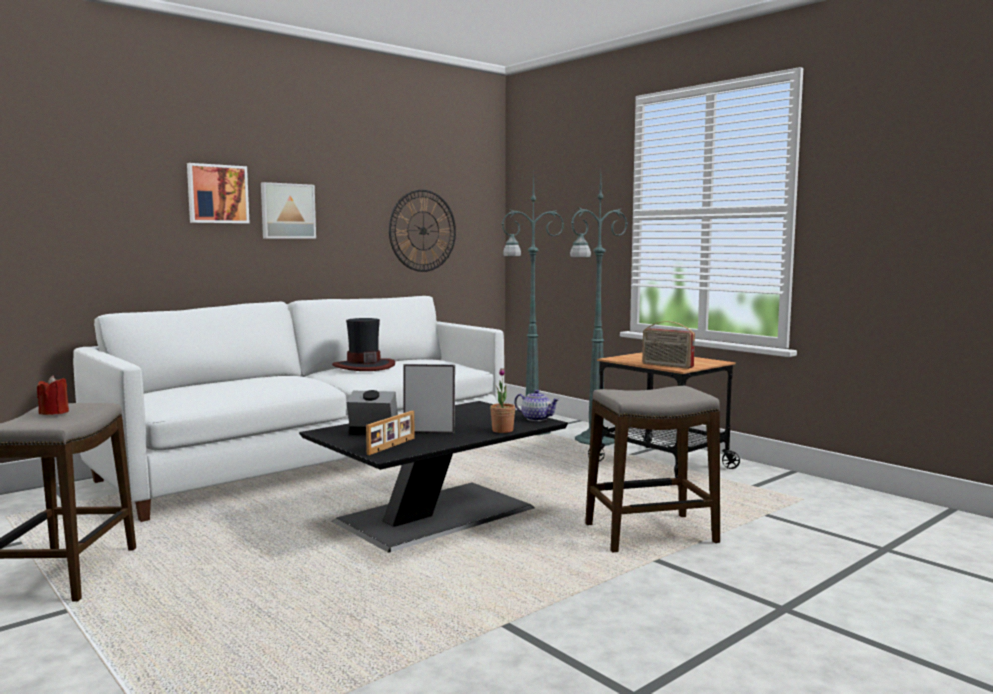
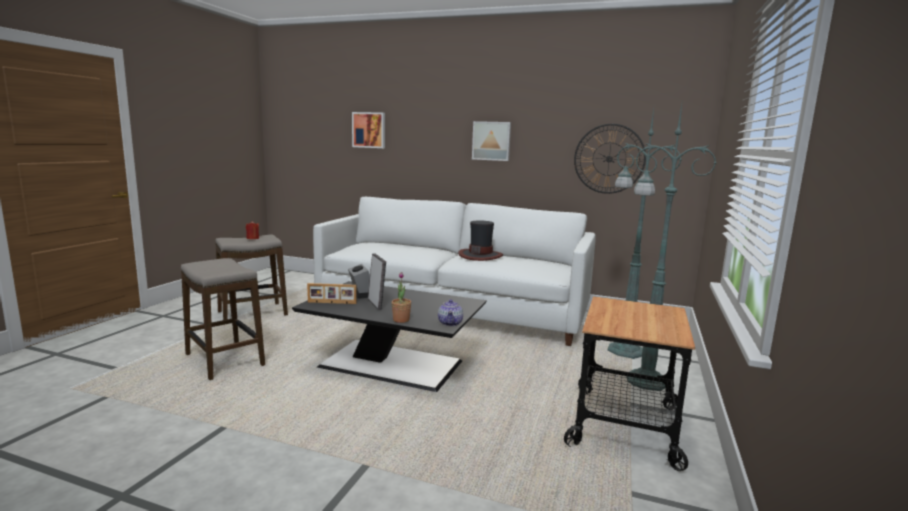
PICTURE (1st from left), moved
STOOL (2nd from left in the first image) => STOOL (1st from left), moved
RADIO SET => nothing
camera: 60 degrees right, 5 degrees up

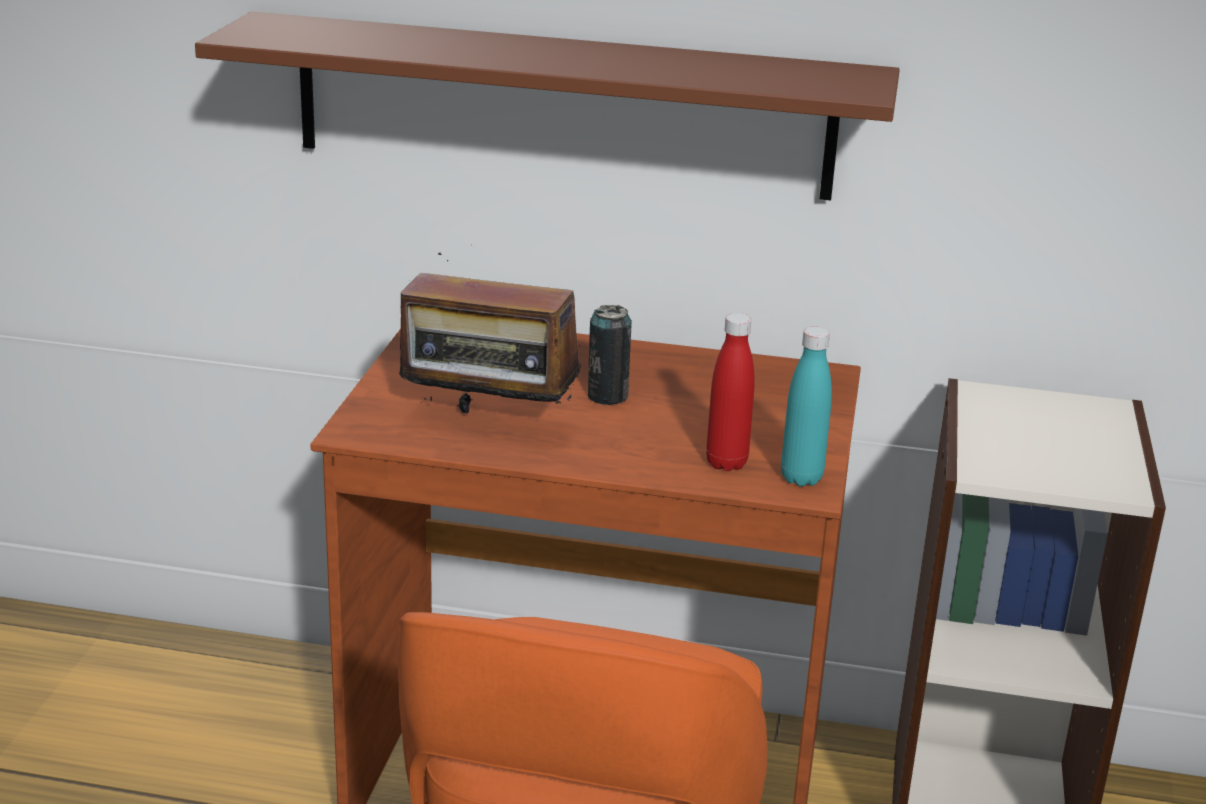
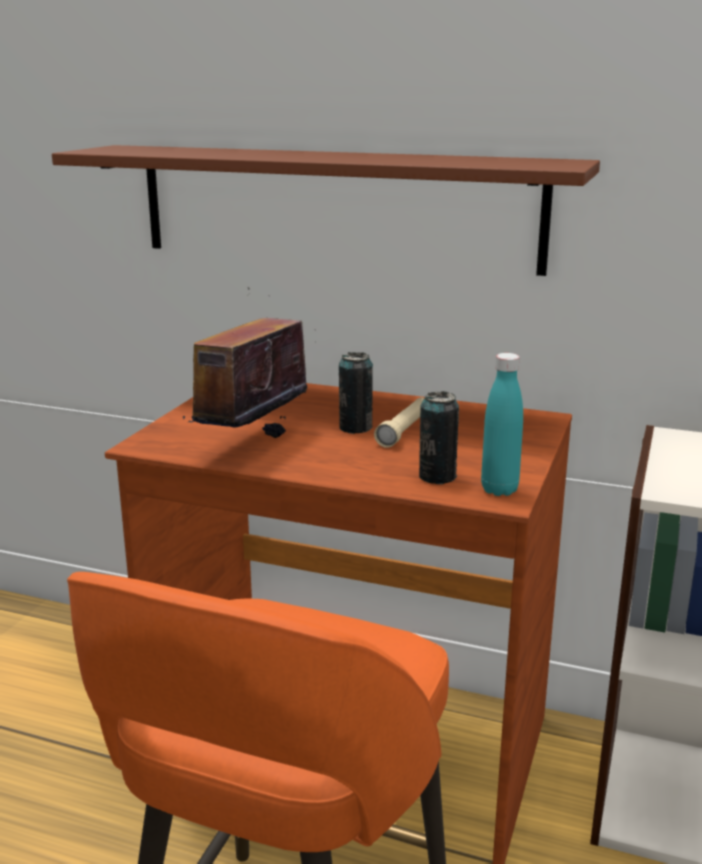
RADIO SET, 90 degrees clockwise
REDDISH DRINK BOTTLE => SEALED CAN (2nd from left)
nothing => SAND-COLOURED HAND TORCH
camera: 10 degrees right, 5 degrees down

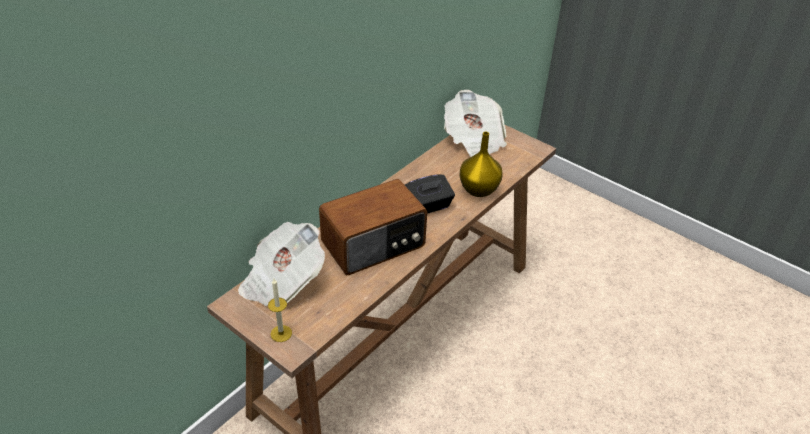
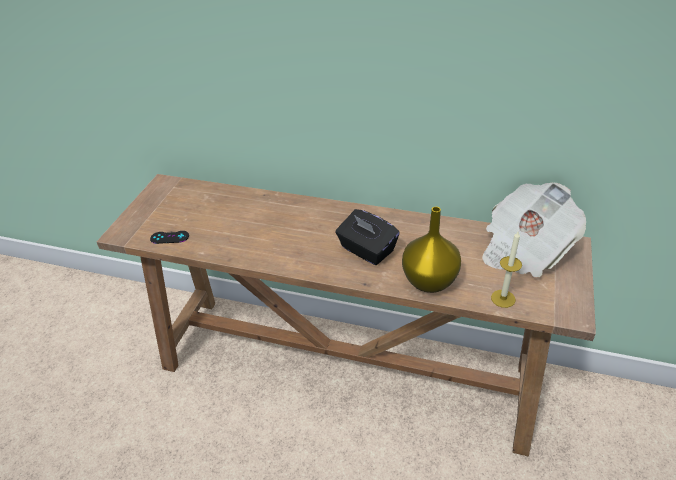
NEWSPAPER (1st from left) => nothing
WAX LIGHT, moved
RADIO SET => nothing
nothing => BLACKISH GAME CONTROLLER
camera: 70 degrees right, 0 degrees up

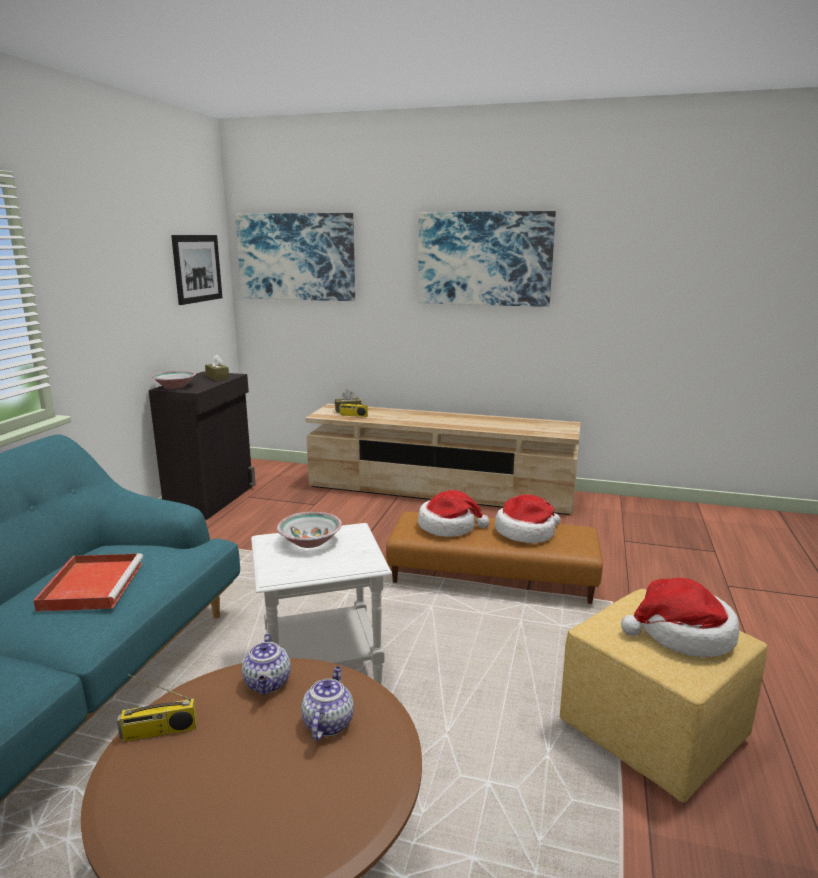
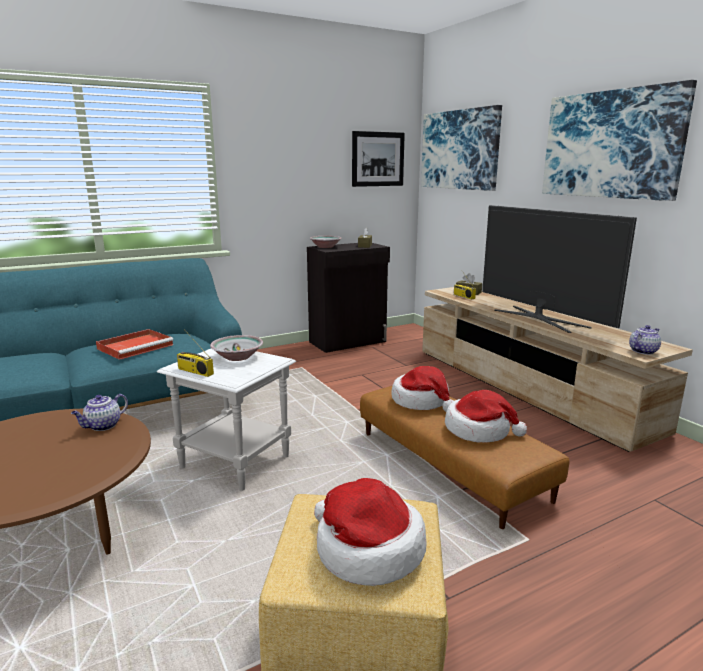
RADIO SET (1st from left), moved
TEA POT (2nd from left), moved
nothing => TV SET
camera: 45 degrees right, 0 degrees up

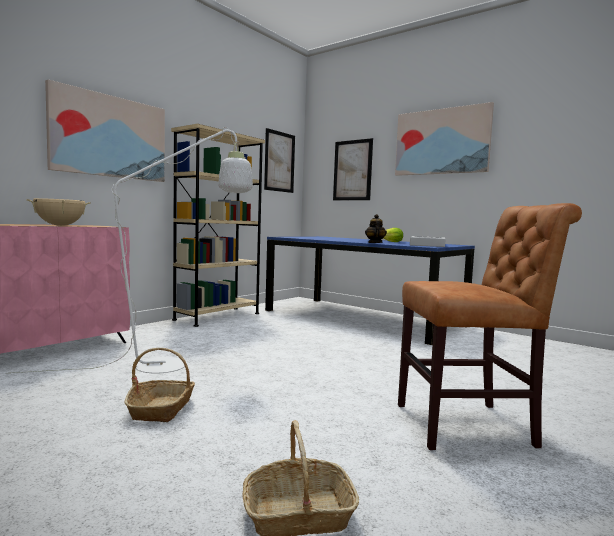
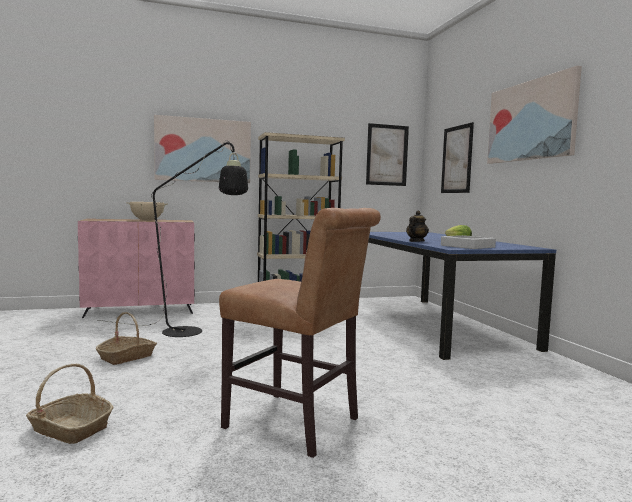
WHITISH FLOOR LAMP => BLACKISH FLOOR LAMP
camera: 35 degrees right, 0 degrees up

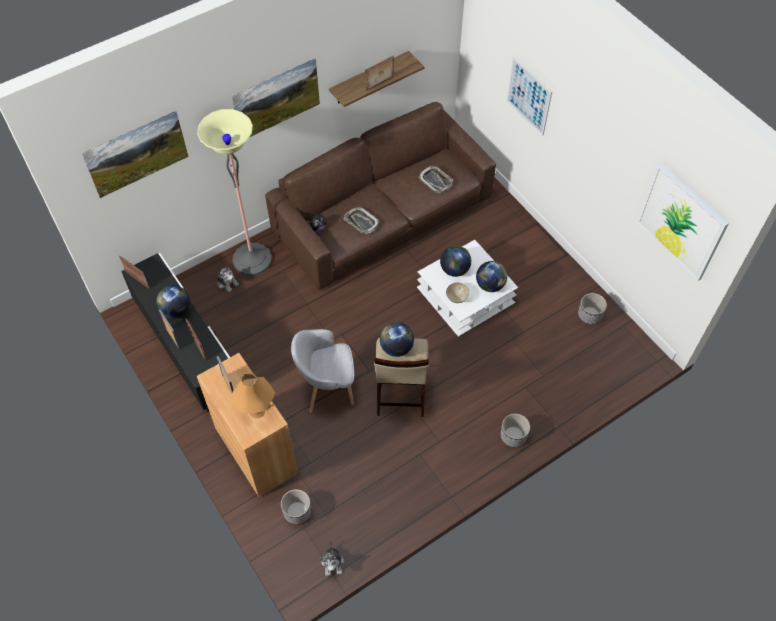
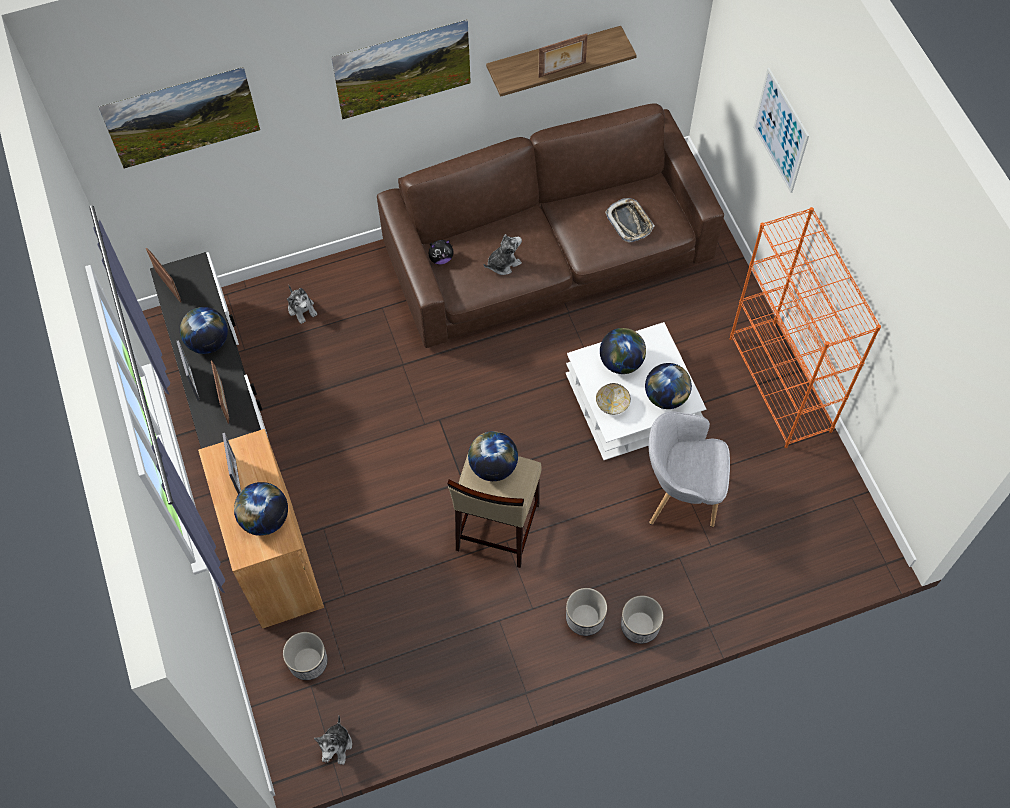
FLOOR LAMP => nothing
ORANGEY TABLE LAMP => DESK GLOBE (2nd from left)
GREYISH EASY CHAIR, moved
SERVING TRAY (1st from left) => PLUSH TOY (4th from left)
PLANTER (3rd from left in the first image) => PLANTER (2nd from left), moved
PICTURE (4th from left) => nothing
nothing => ORANGEY BOOKSHELF
camera: 15 degrees right, 5 degrees up

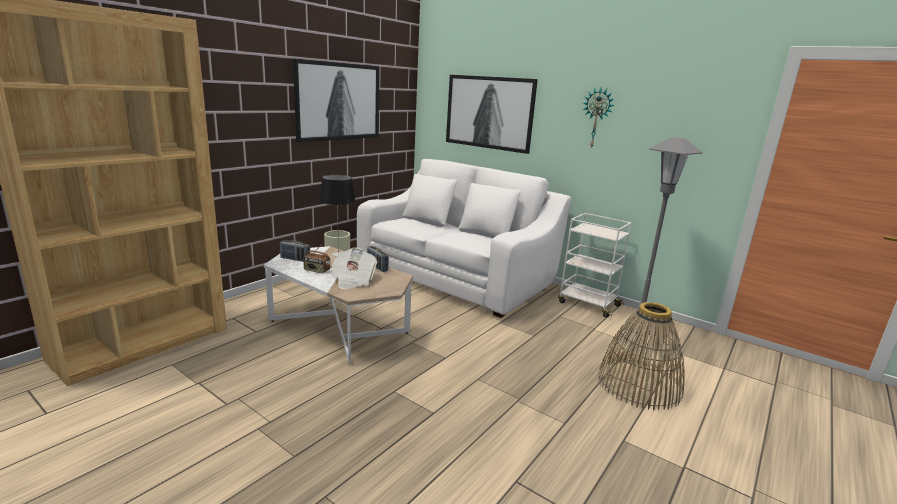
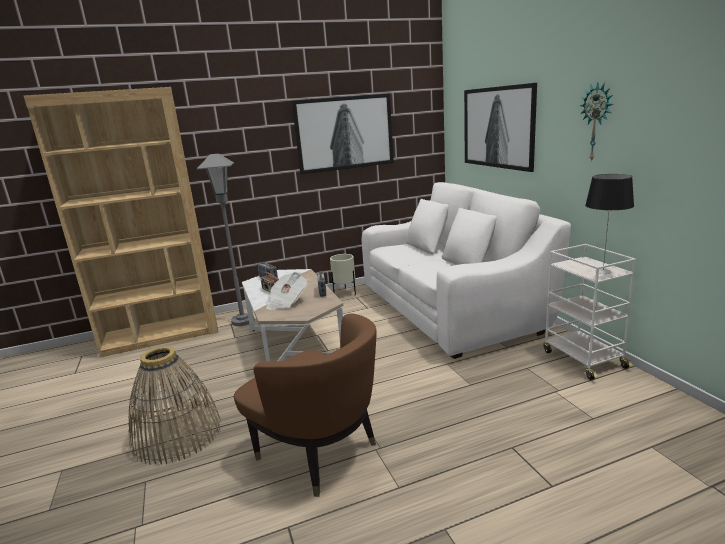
TABLE LAMP, moved
BASKET, moved
GREYISH FLOOR LAMP, moved
nothing => BROWN-COLOURED EASY CHAIR
camera: 35 degrees right, 0 degrees up

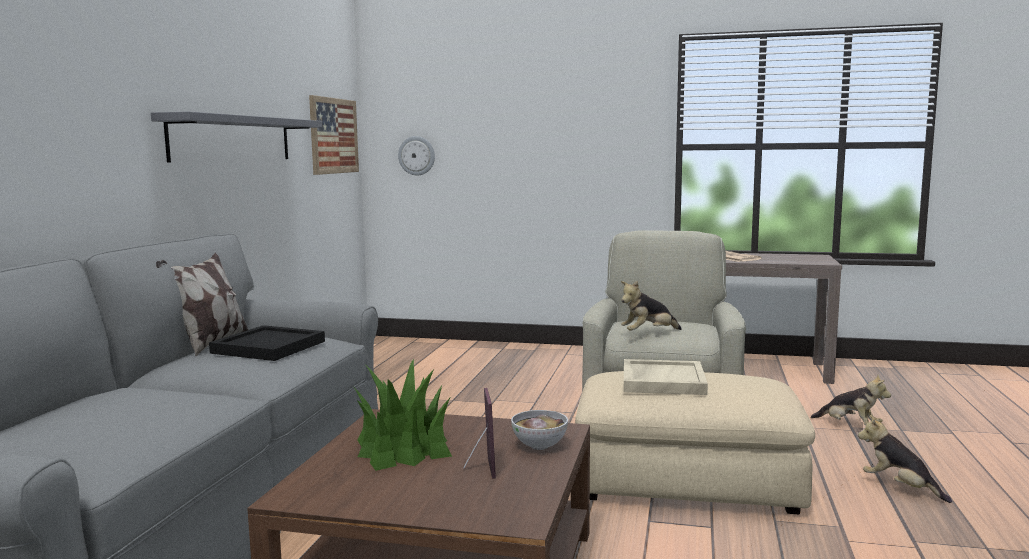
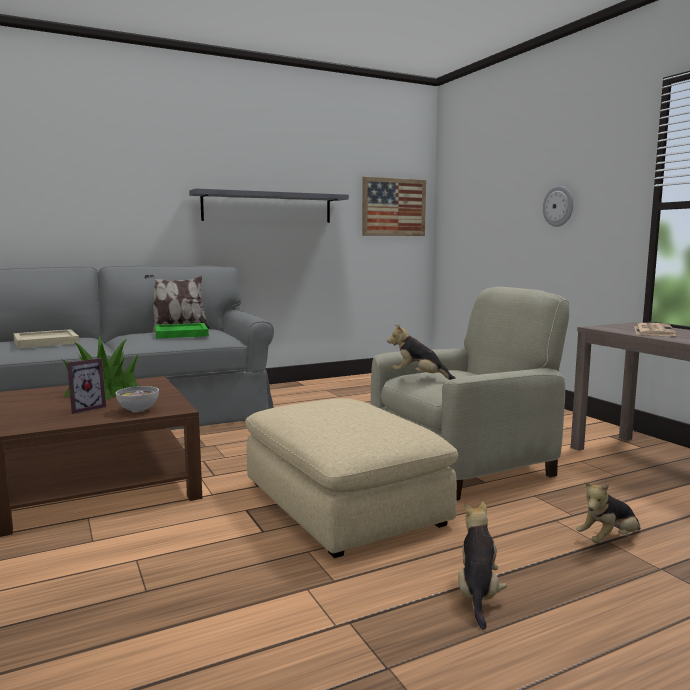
BLACKISH SERVING TRAY => GREEN-COLOURED SERVING TRAY
HANGING CLOCK, moved
SAND-COLOURED SERVING TRAY, moved
PLUSH TOY (2nd from left in the first image) => PLUSH TOY (3rd from left), 60 degrees clockwise
camera: 50 degrees right, 0 degrees up

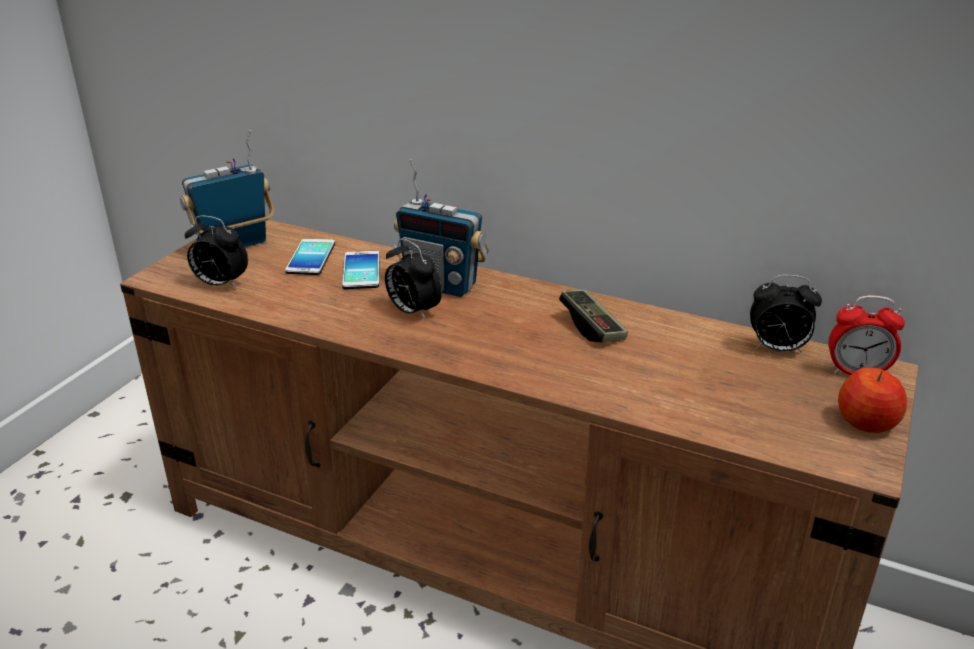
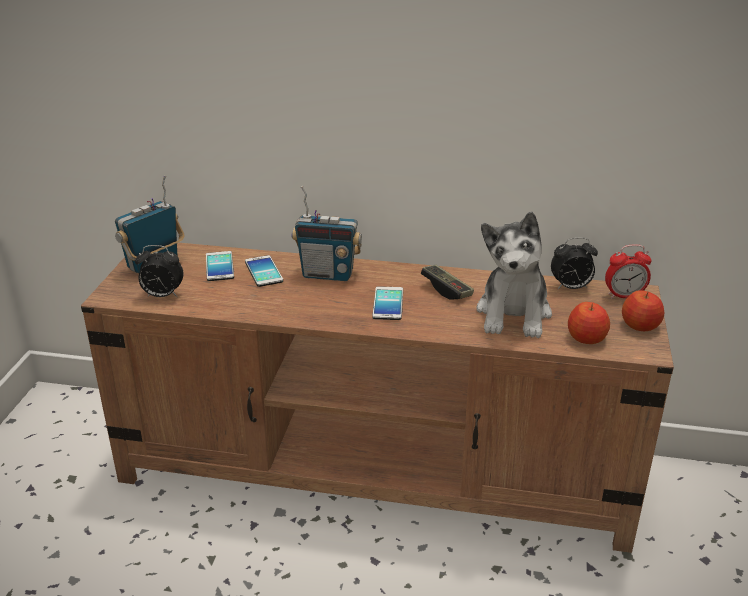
TABLE CLOCK (2nd from left) => nothing
nothing => TELEPHONE (3rd from left)
nothing => PLUSH TOY
nothing => APPLE (1st from left)
camera: 15 degrees left, 0 degrees up

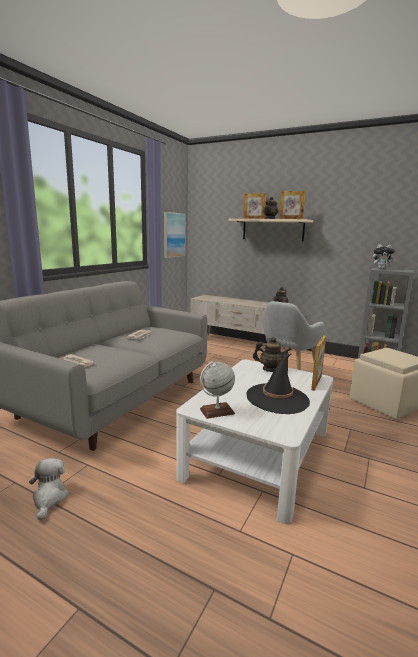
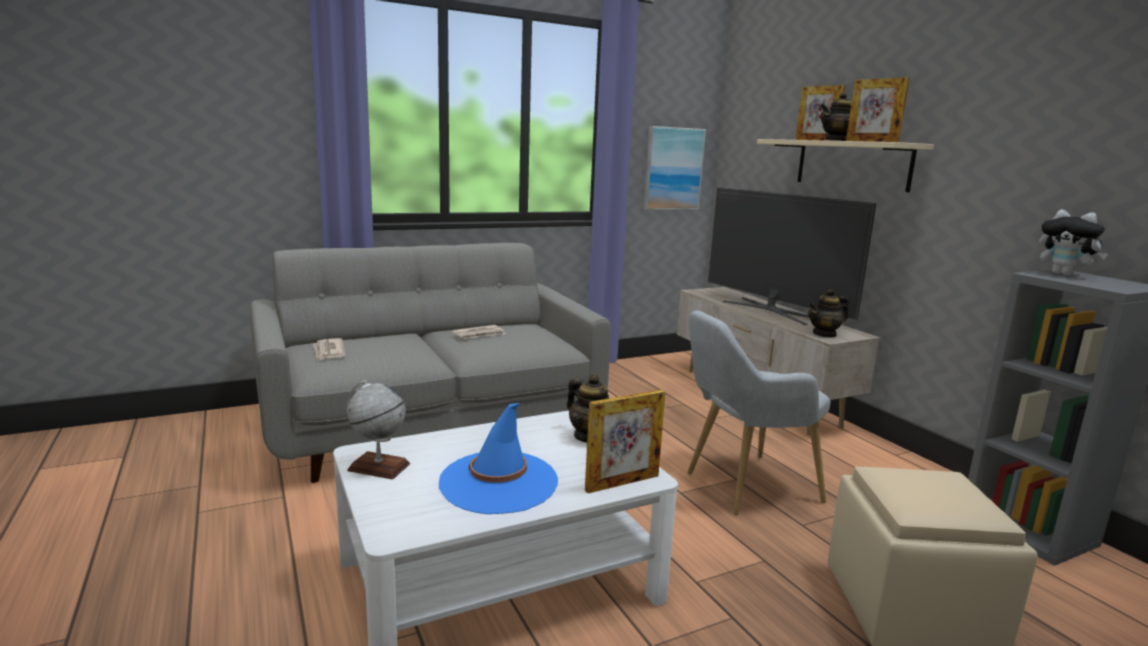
PLUSH TOY (1st from left) => nothing
BLACKISH HAT => BLUISH HAT
nothing => TV SET
camera: 35 degrees right, 0 degrees up

